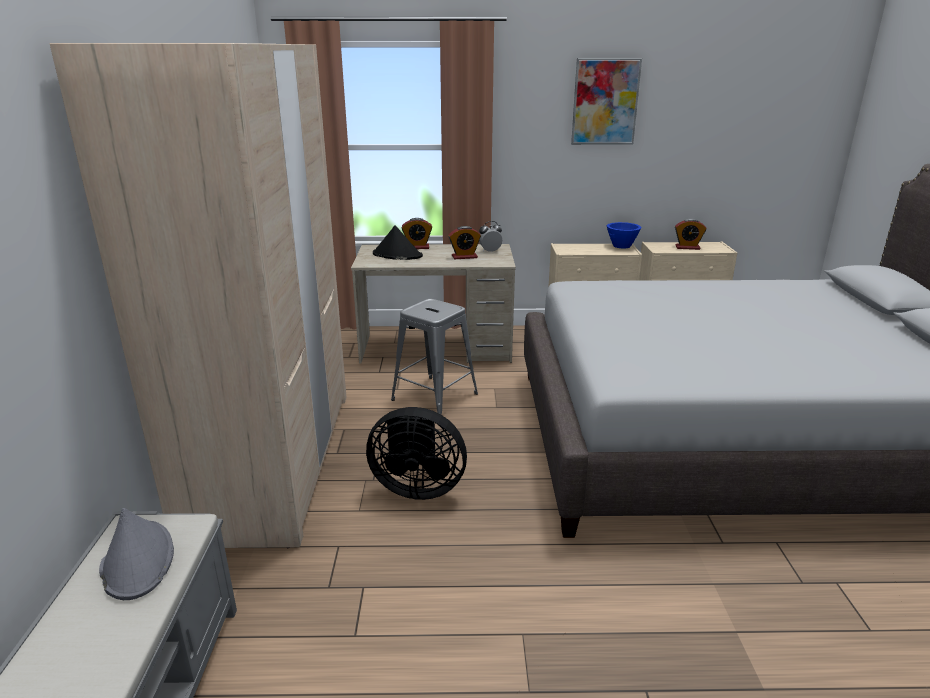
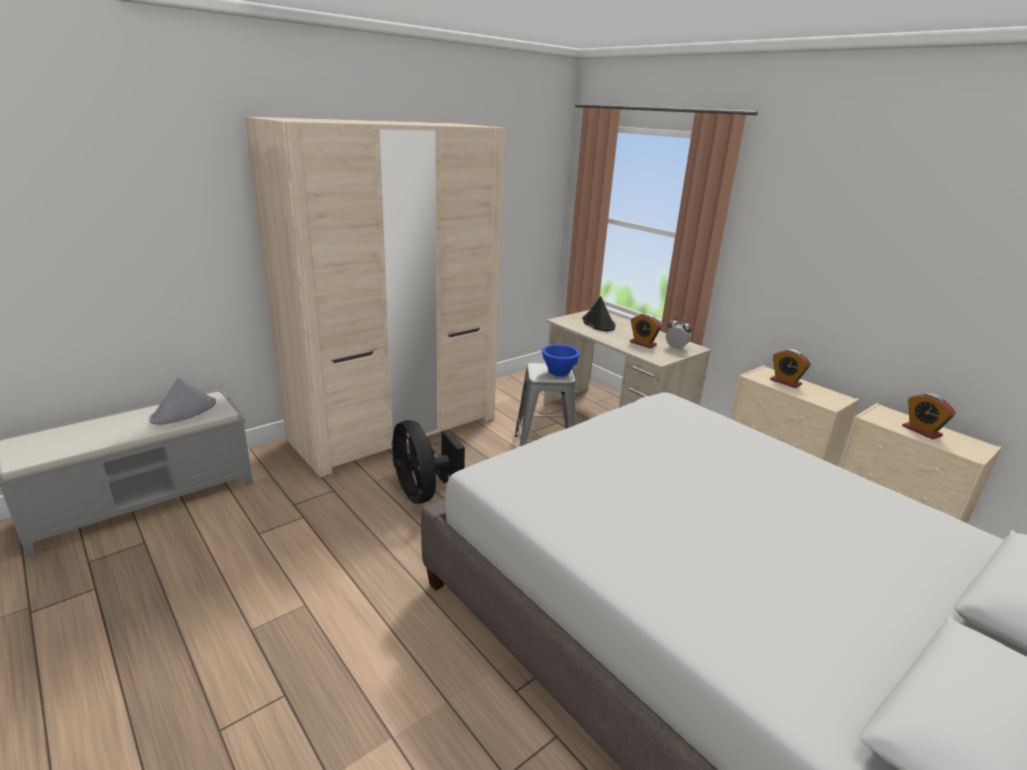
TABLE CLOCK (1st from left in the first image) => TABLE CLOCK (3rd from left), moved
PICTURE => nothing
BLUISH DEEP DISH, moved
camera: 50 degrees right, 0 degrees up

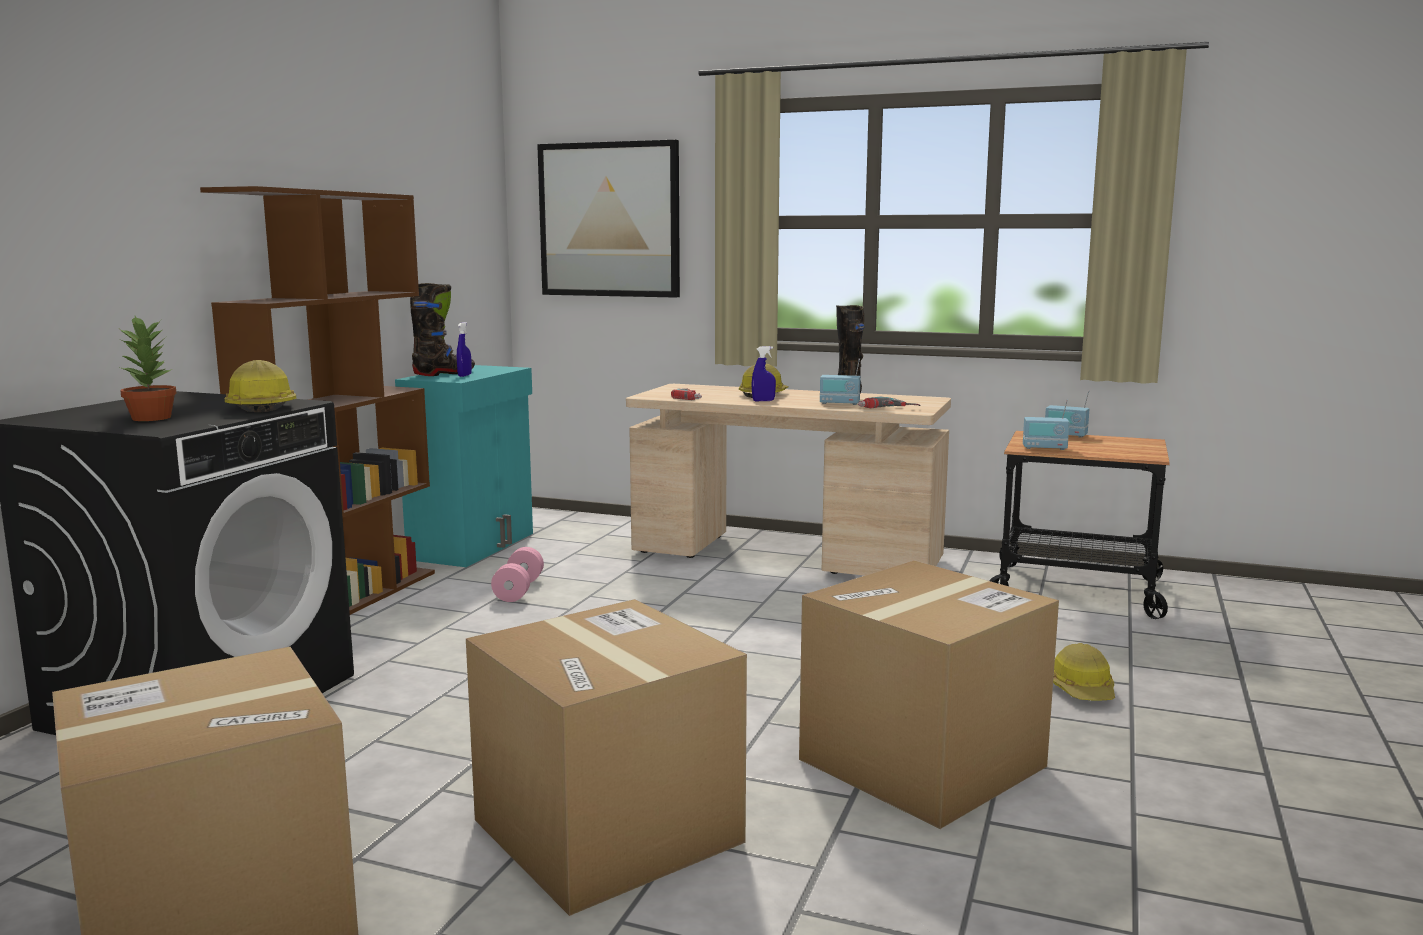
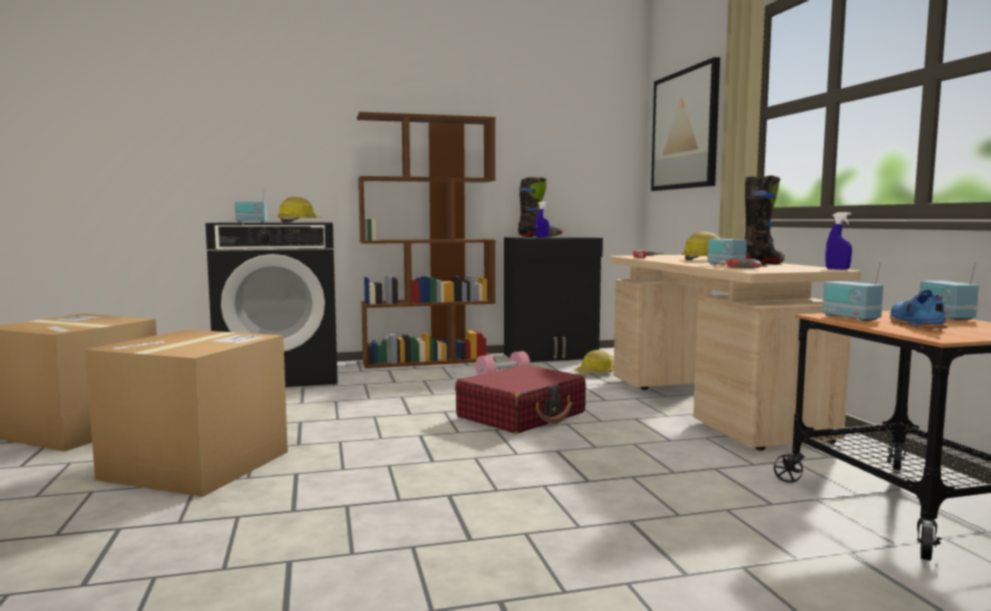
POTTED PLANT => RADIO SET (1st from left)
BLUE-GREEN STORAGE CABINET => BLACKISH STORAGE CABINET
BLUISH SPRAY BOTTLE (2nd from left), moved
CARDBOARD BOX (3rd from left) => nothing
HARD HAT (3rd from left in the first image) => HARD HAT (2nd from left), moved
nothing => REDDISH SUITCASE
nothing => BLUISH ITEM OF FOOTWEAR
camera: 55 degrees right, 5 degrees down

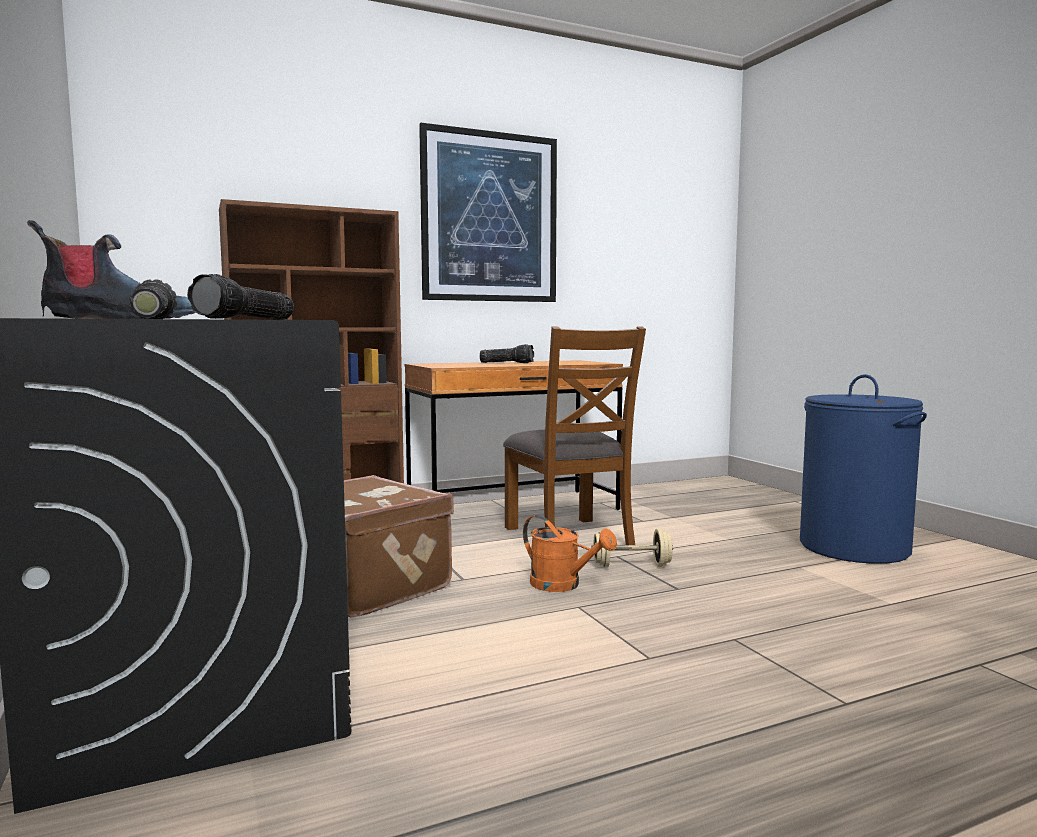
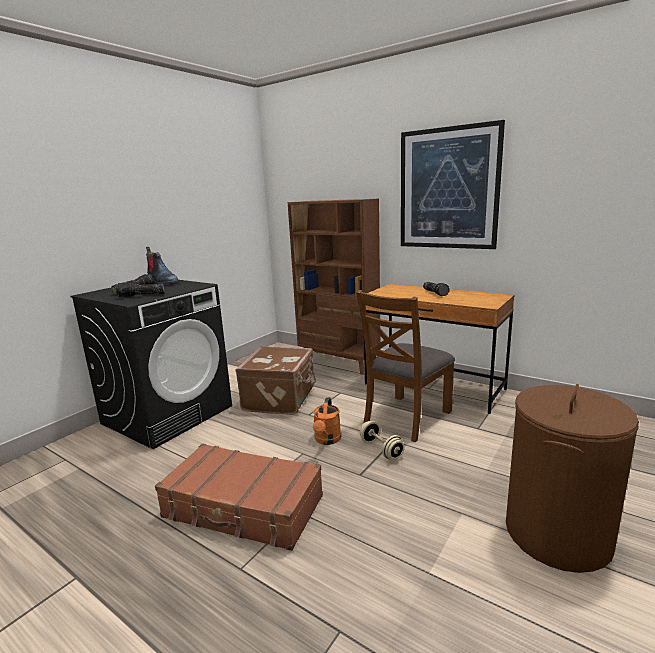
BLUISH WASHING BASKET => BROWN-COLOURED WASHING BASKET
nothing => BROWN-COLOURED SUITCASE (1st from left)
camera: 60 degrees right, 10 degrees up

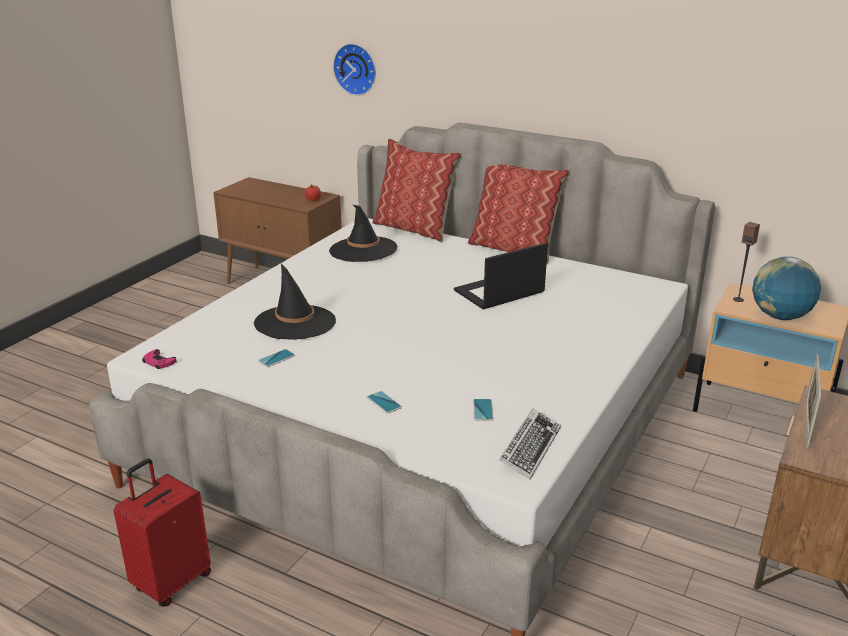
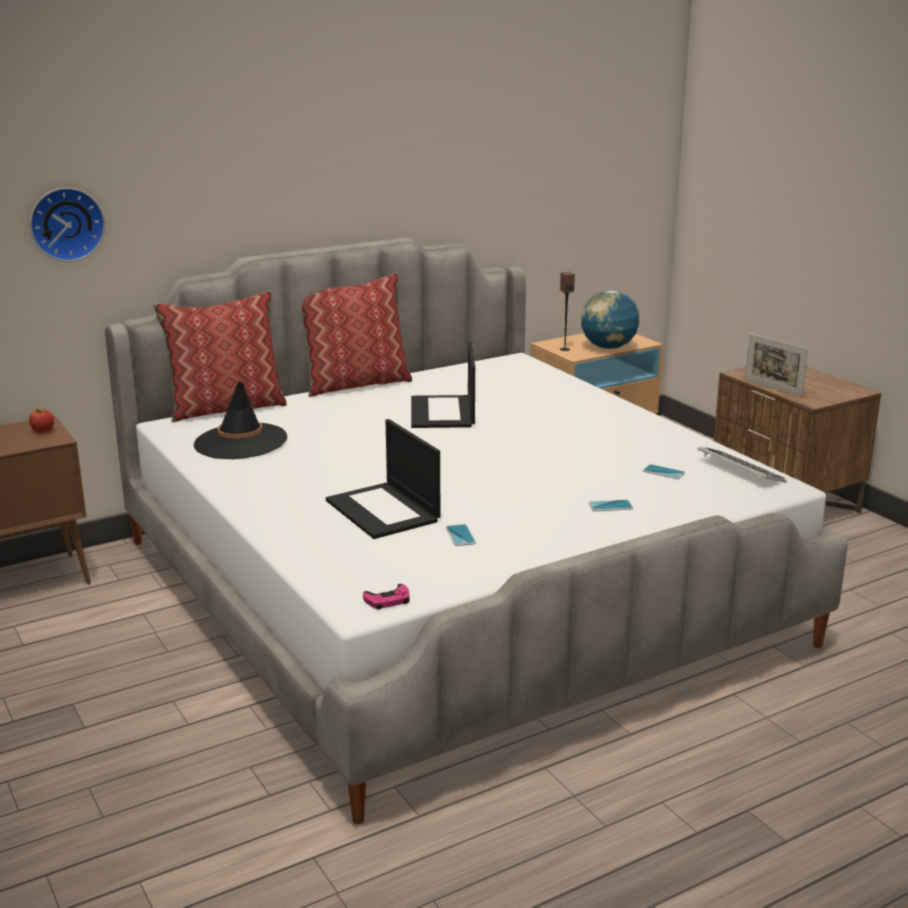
REDDISH SUITCASE => nothing
BLACKISH HAT (1st from left) => LAPTOP (1st from left)
camera: 60 degrees left, 5 degrees down

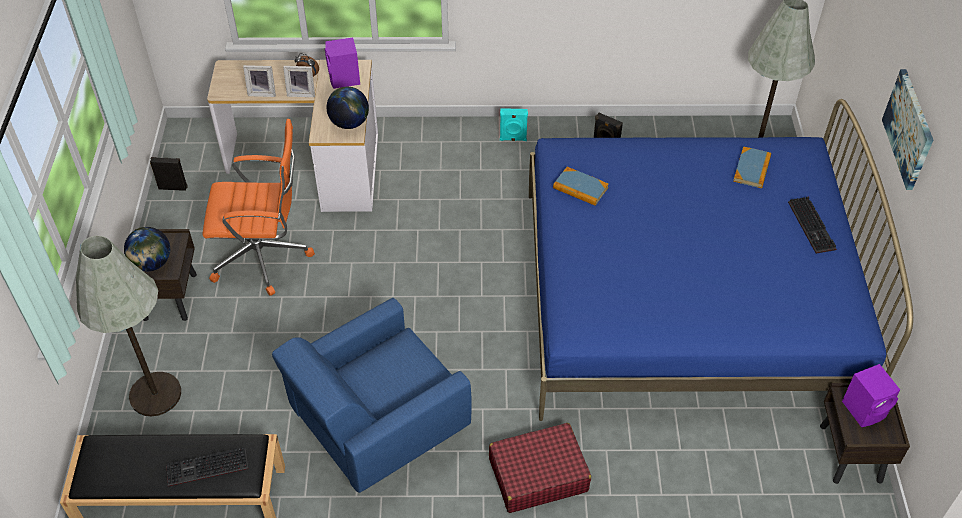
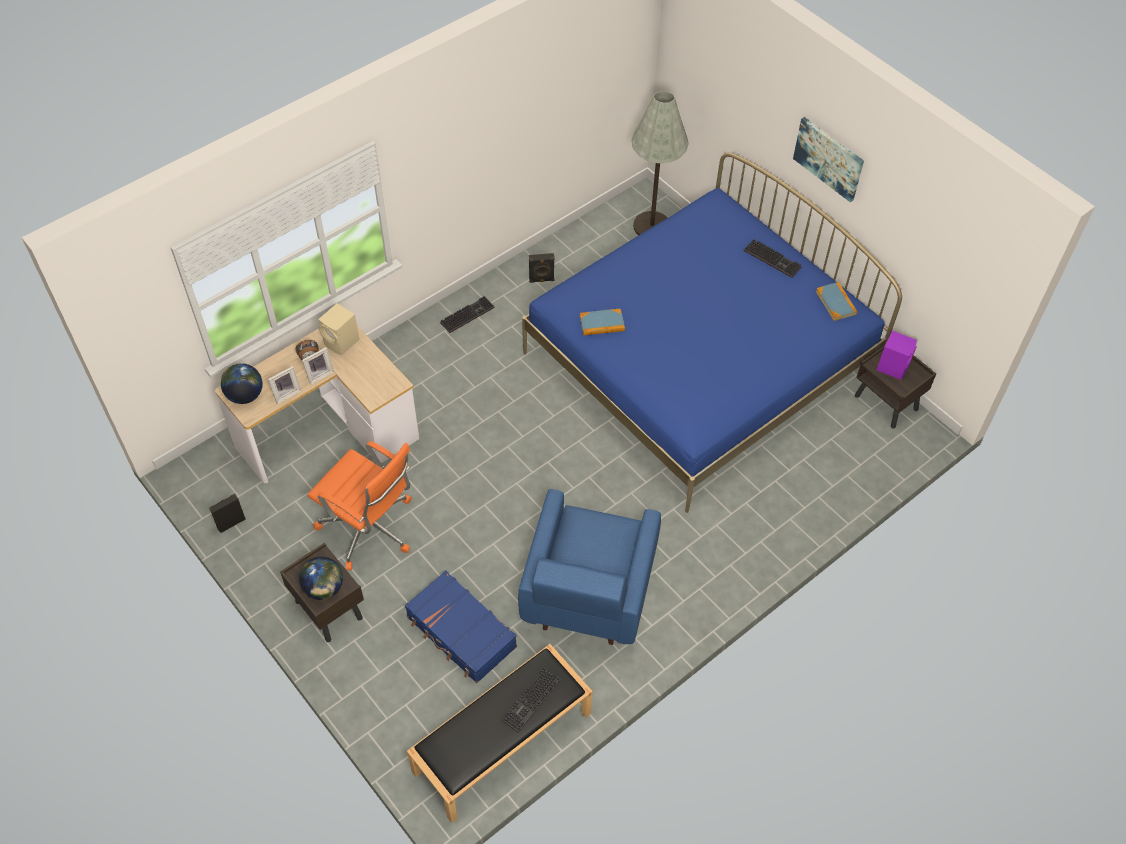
GREYISH FLOOR LAMP (1st from left) => nothing
ORANGEY COMPUTER CHAIR, 75 degrees clockwise
PURPLE SPEAKER (1st from left) => SAND-COLOURED SPEAKER
DESK GLOBE (2nd from left in the first image) => DESK GLOBE (1st from left), moved
REDDISH SUITCASE => nothing
BLUE-GREEN SPEAKER => KEYBOARD (1st from left)
BOOK (2nd from left), moved
nothing => BLUISH SUITCASE
camera: 40 degrees left, 5 degrees up

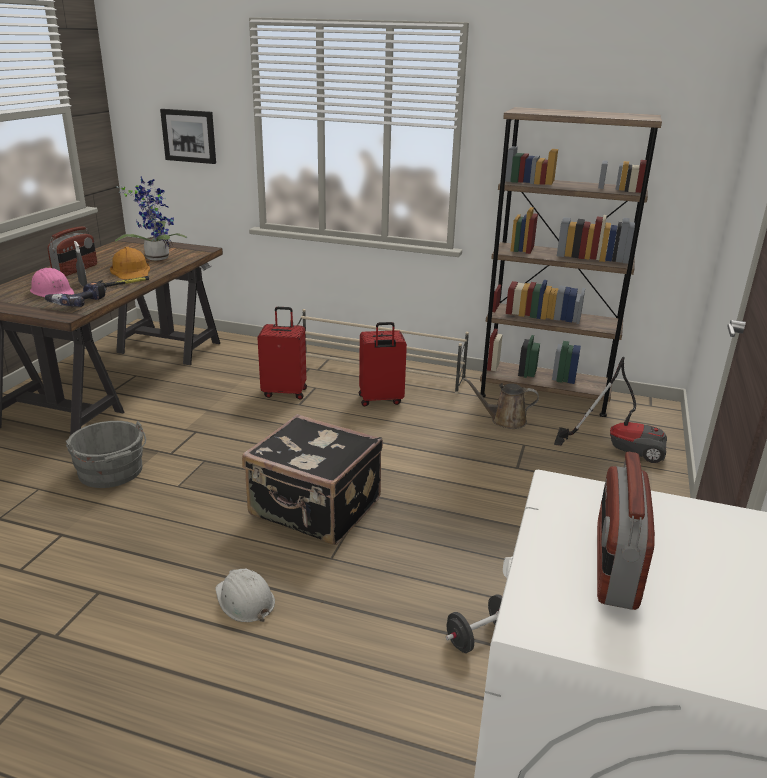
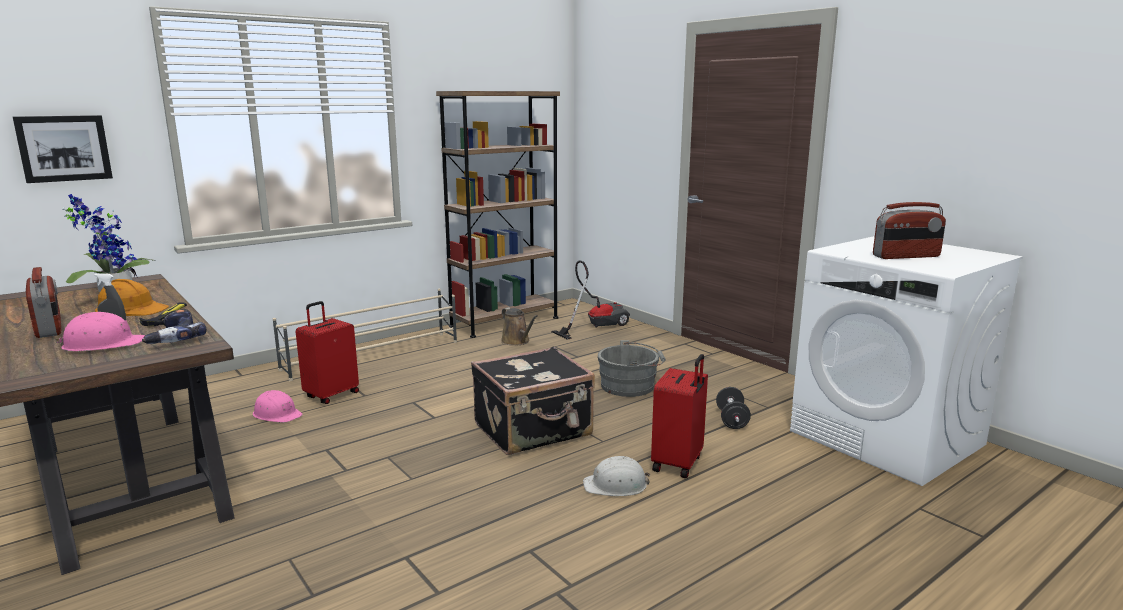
GREYISH WATER BUCKET, moved
REDDISH SUITCASE (2nd from left), moved
BROWN-COLOURED WATERING POT, 75 degrees counterclockwise
RADIO SET (2nd from left), 60 degrees counterclockwise
nothing => PINKISH HARD HAT (2nd from left)
camera: 55 degrees left, 10 degrees down

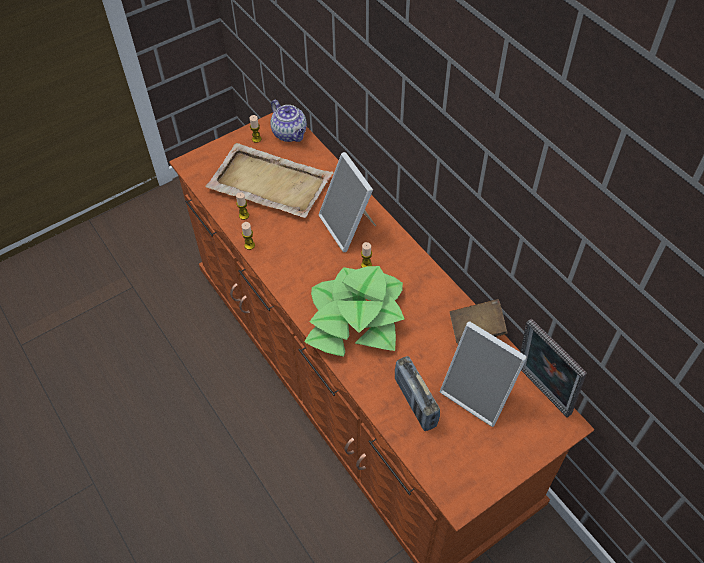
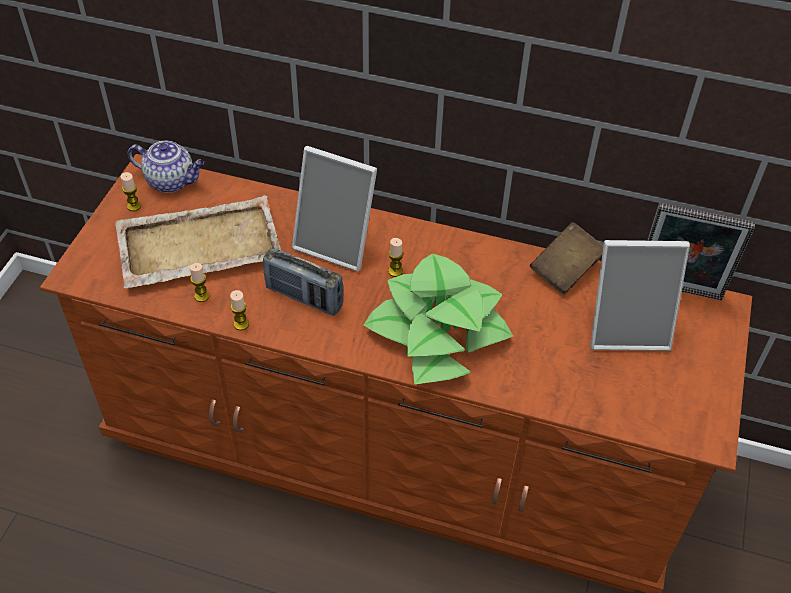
RADIO SET, moved
camera: 40 degrees left, 5 degrees down

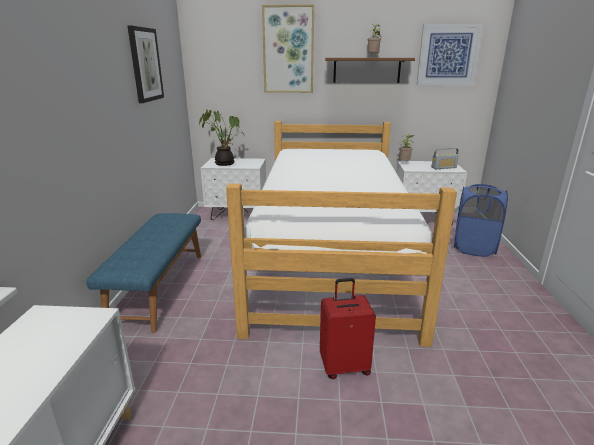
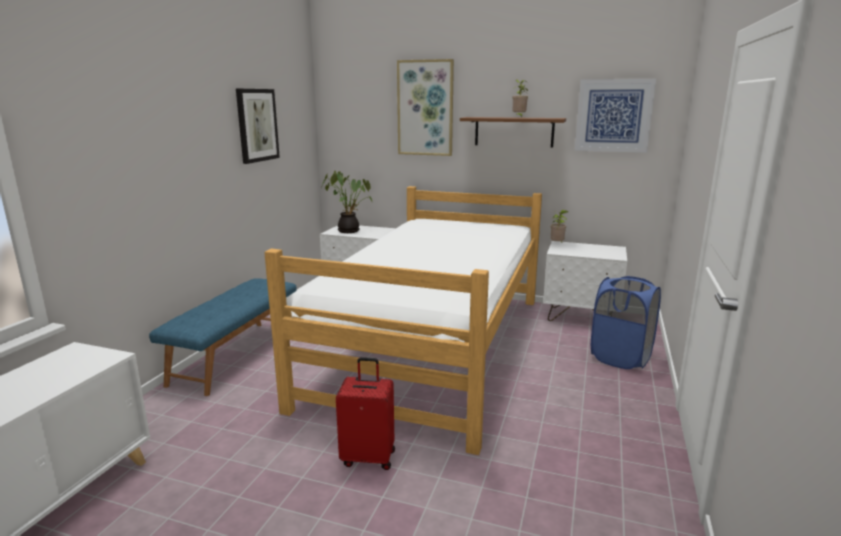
RADIO SET => nothing
camera: 15 degrees right, 5 degrees down

